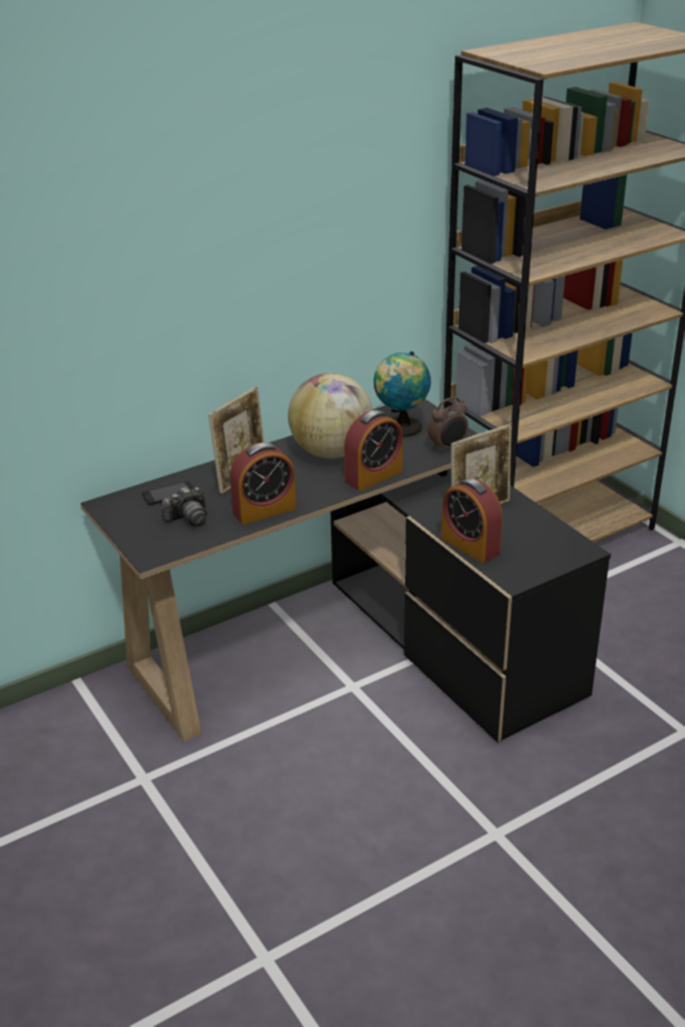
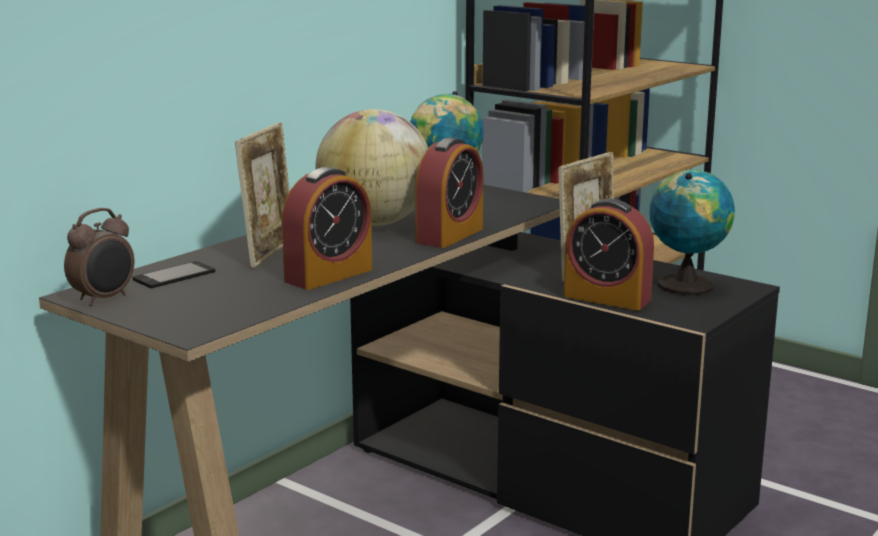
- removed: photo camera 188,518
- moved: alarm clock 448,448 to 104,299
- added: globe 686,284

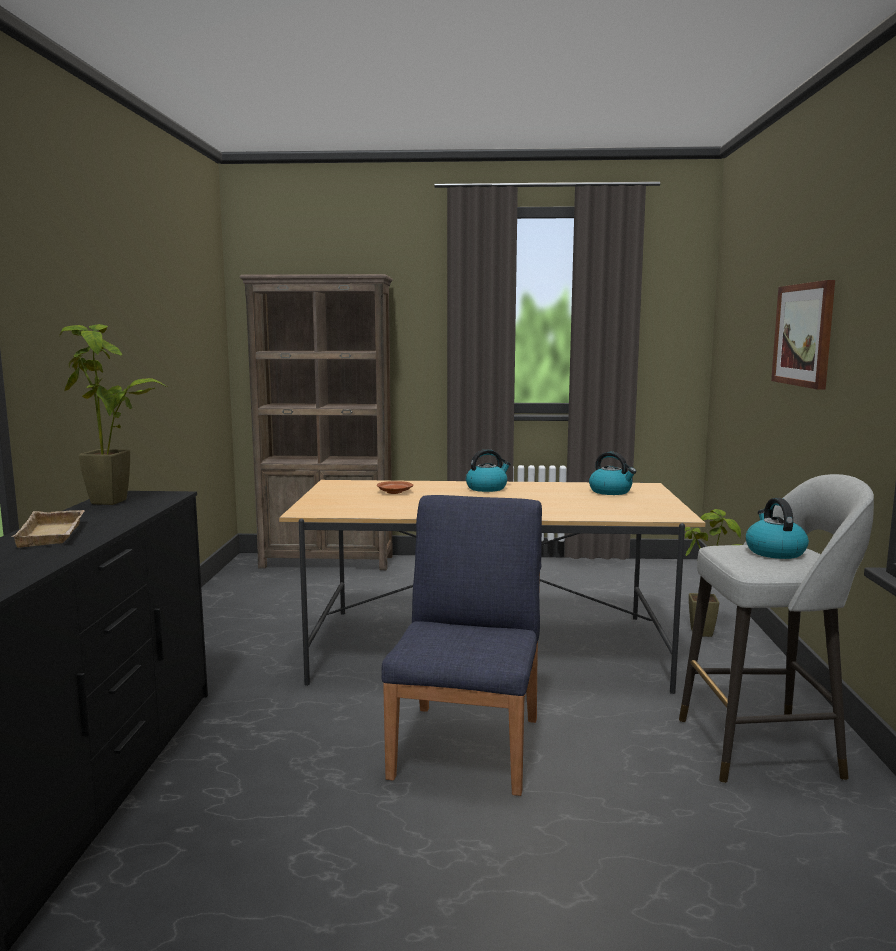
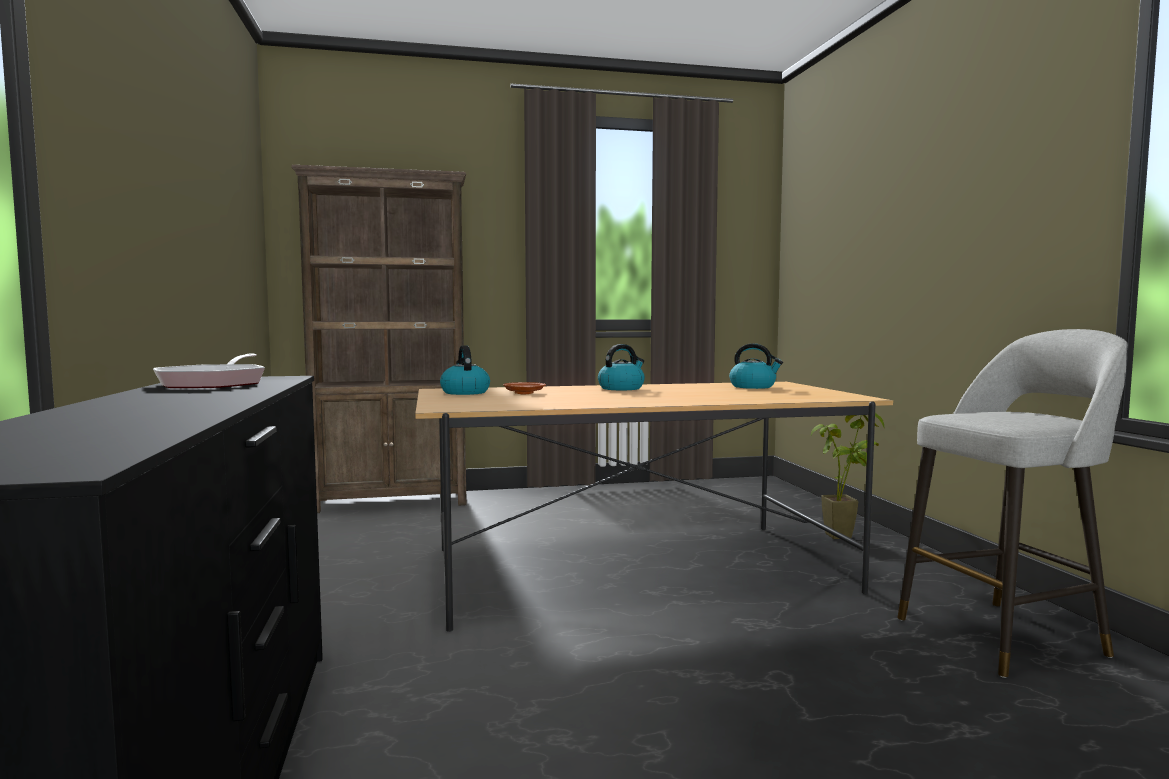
- removed: beige tray 54,535
- replaced: potted plant 118,503 to frying pan 215,383
- removed: blue chair 468,746
- moved: kettle 774,552 to 464,392
- removed: picture 804,334

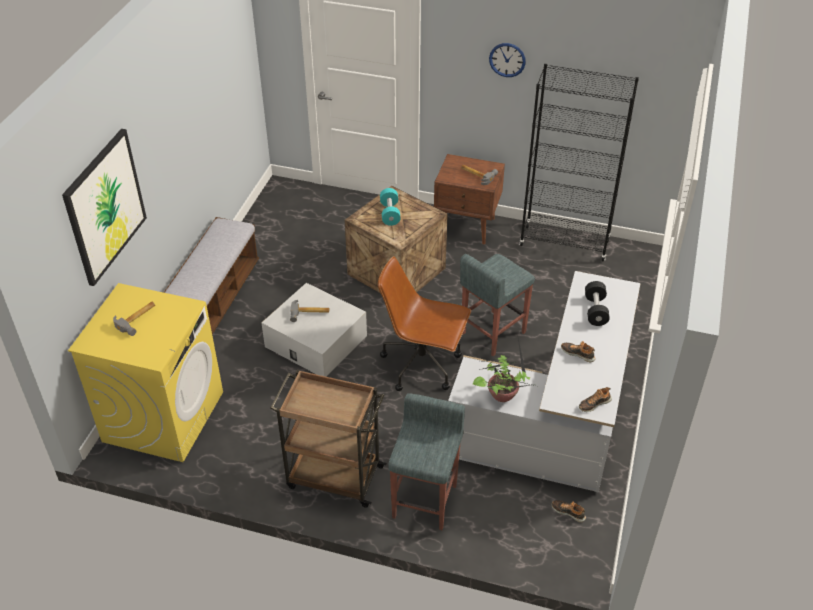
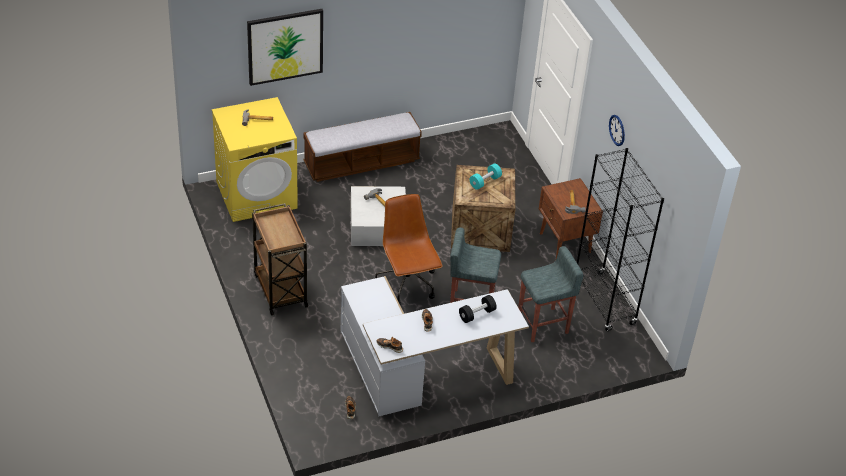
- moved: grey stool 425,500 to 543,325
- removed: potted plant 502,394

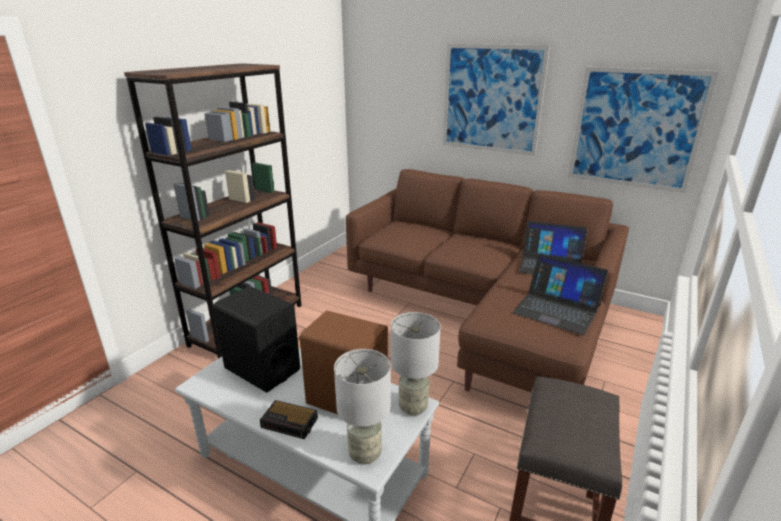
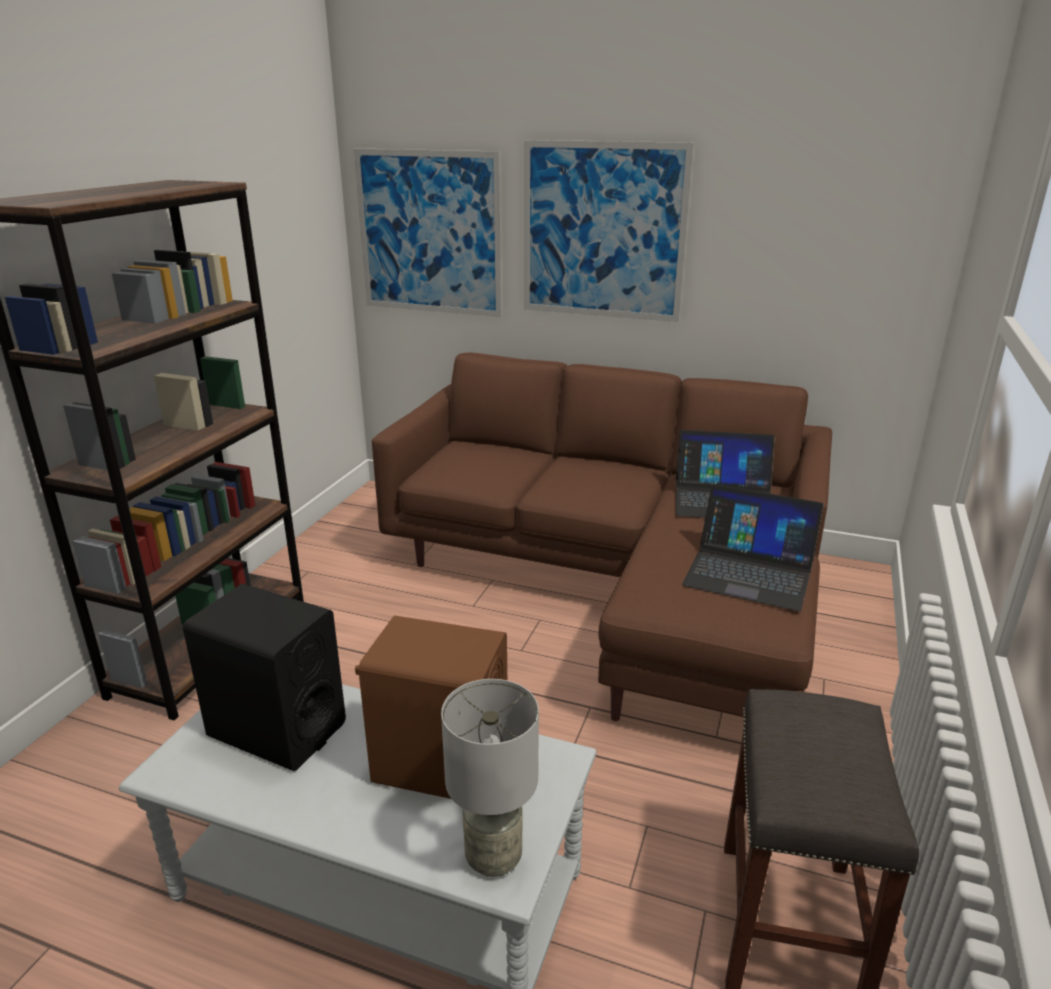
- removed: alarm clock 290,423
- removed: grey table lamp 413,407
- moved: picture 635,129 to 429,233

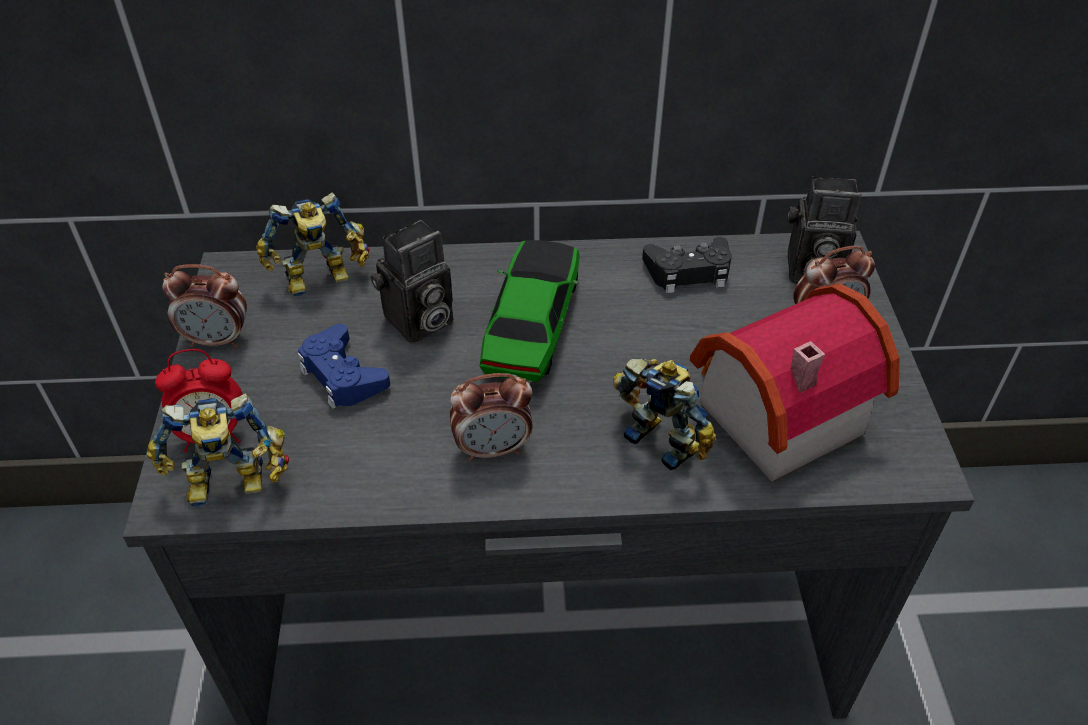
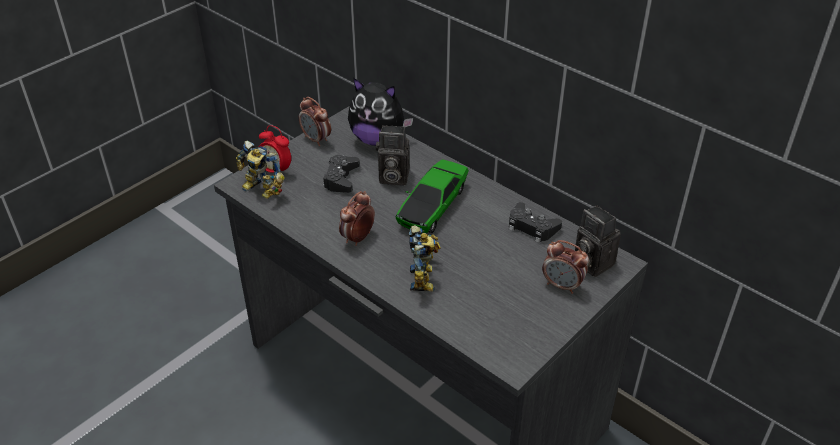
- replaced: toy robot 321,280 to plush toy 378,140
- recoloured: blue game controller 342,375 to black game controller 341,179
- turned: alarm clock 493,449 = 358,238 90 degrees clockwise
- turned: toy car 531,326 = 433,206 150 degrees clockwise
- removed: toy house 770,413

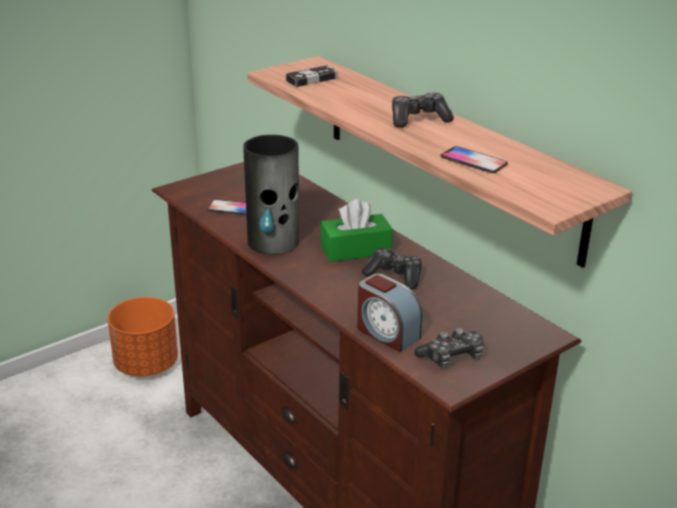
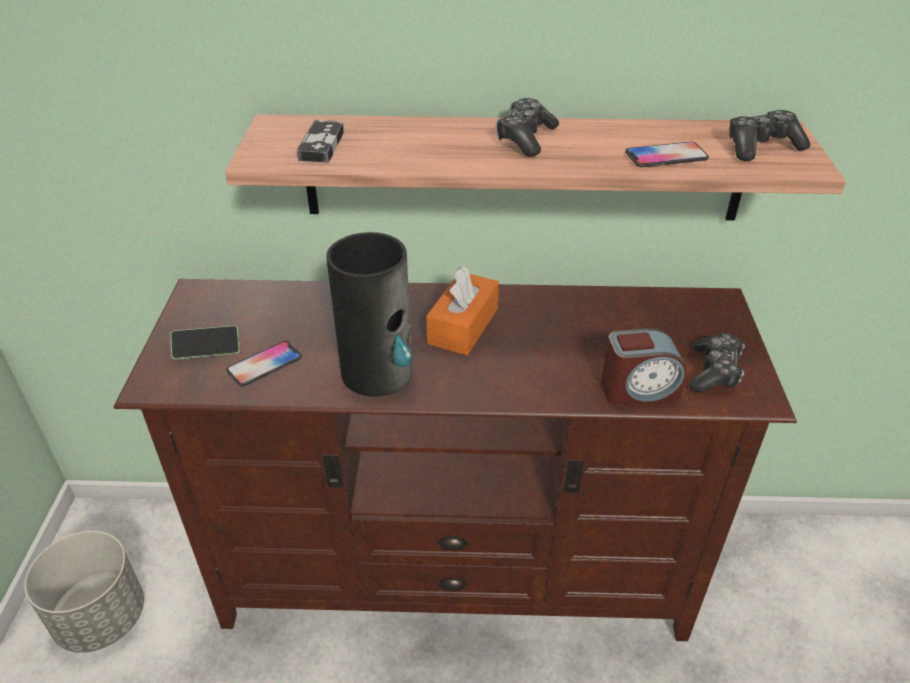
- recoloured: orange planter 146,364 to grey planter 100,618
- recoloured: green tissue box 356,250 to orange tissue box 463,326
- moved: game controller 394,276 to 761,147
- added: phone 207,349

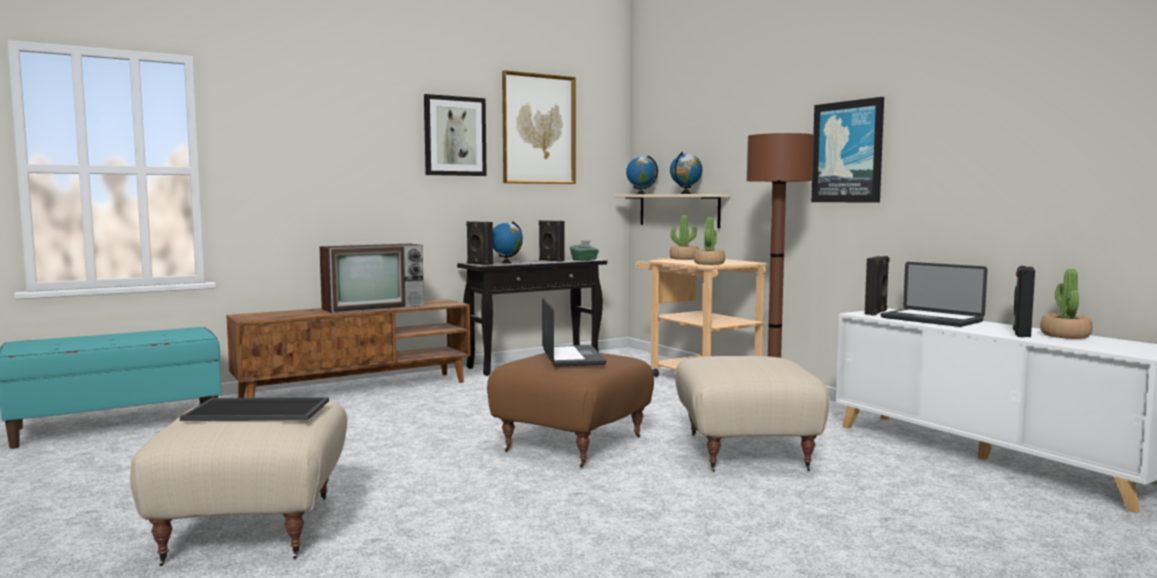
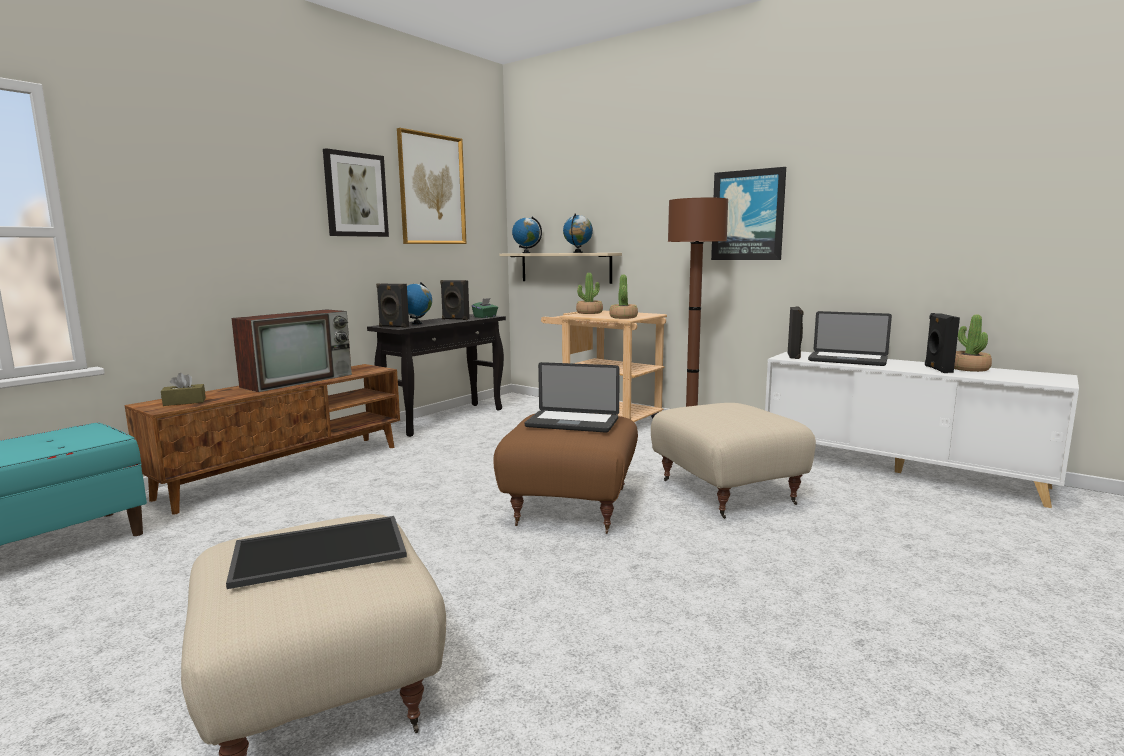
- turned: laptop 572,357 = 572,423 135 degrees clockwise
- added: brown tissue box 184,402

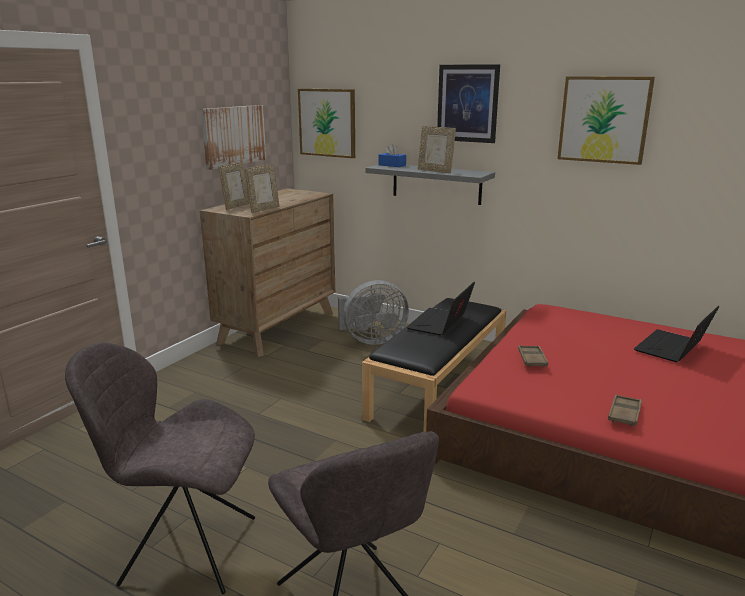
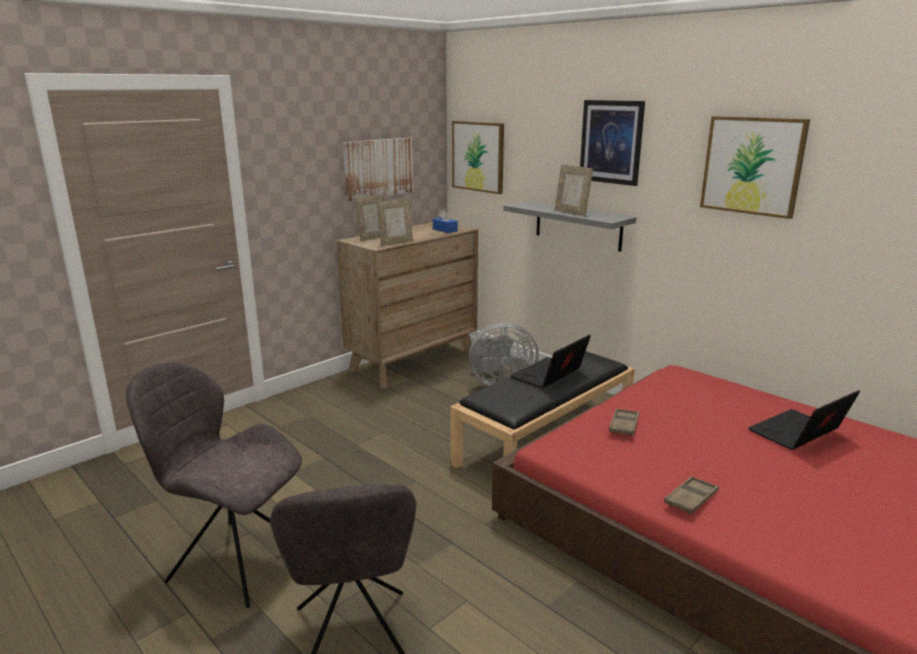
- moved: blue tissue box 392,165 to 445,230

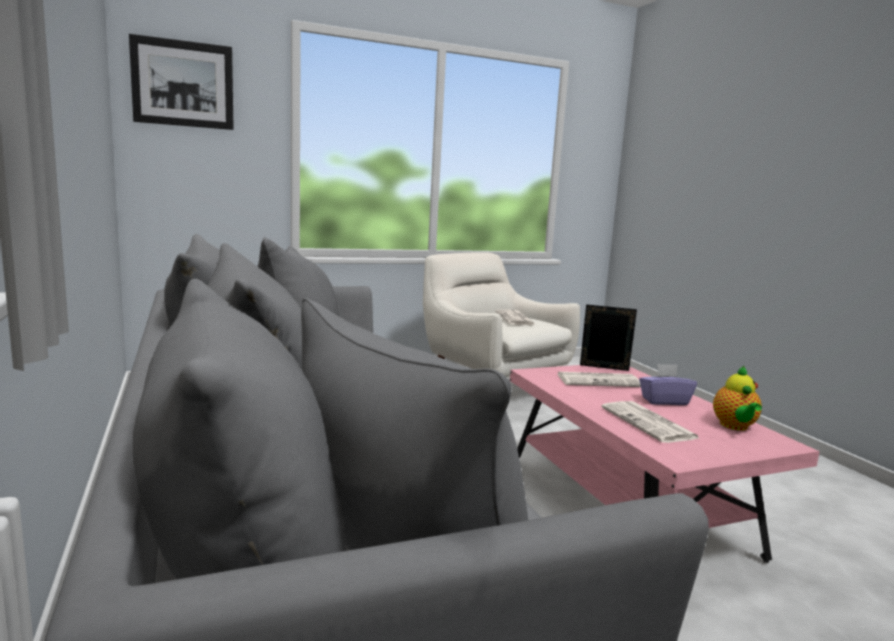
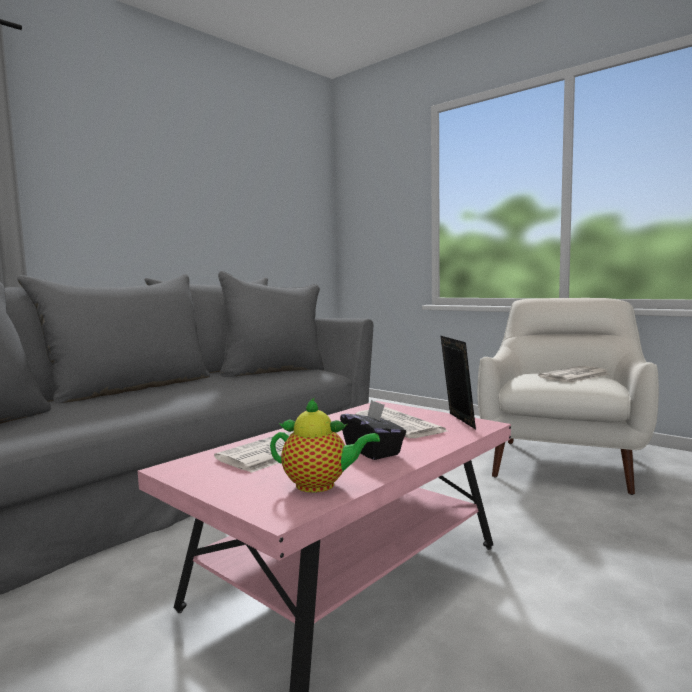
- removed: picture 183,84
- recoloured: purple tissue box 664,401 to black tissue box 373,451
- turned: teapot 735,426 = 320,485 150 degrees counterclockwise

